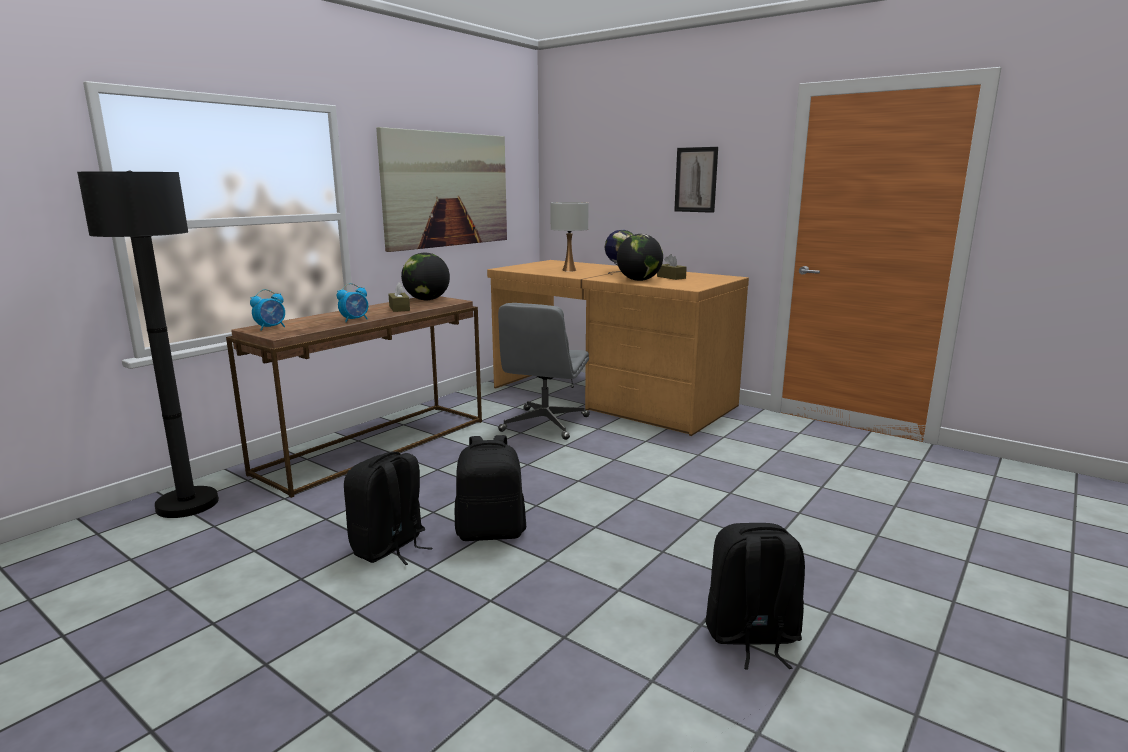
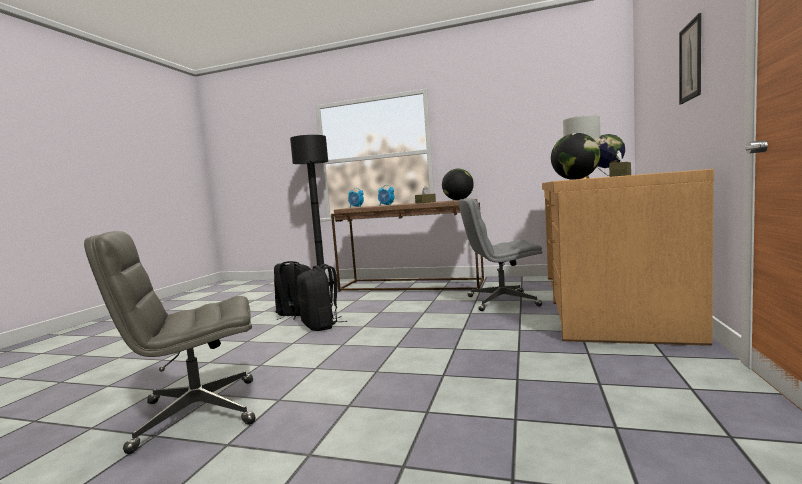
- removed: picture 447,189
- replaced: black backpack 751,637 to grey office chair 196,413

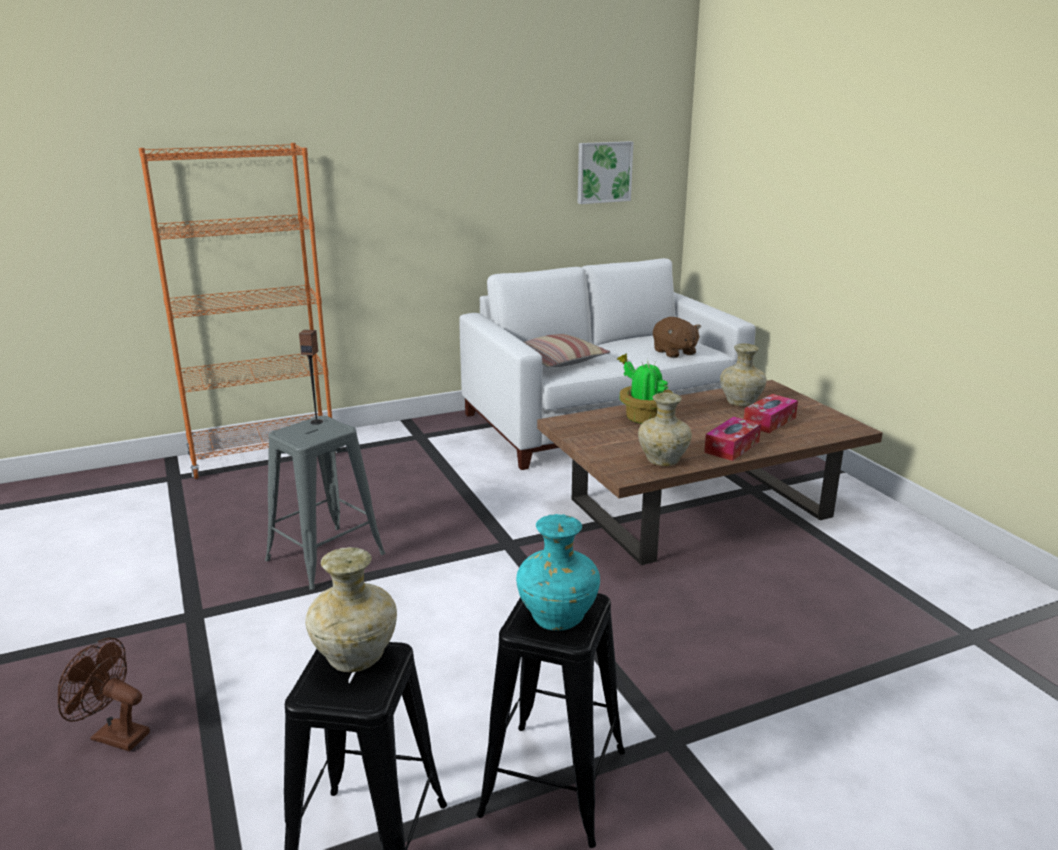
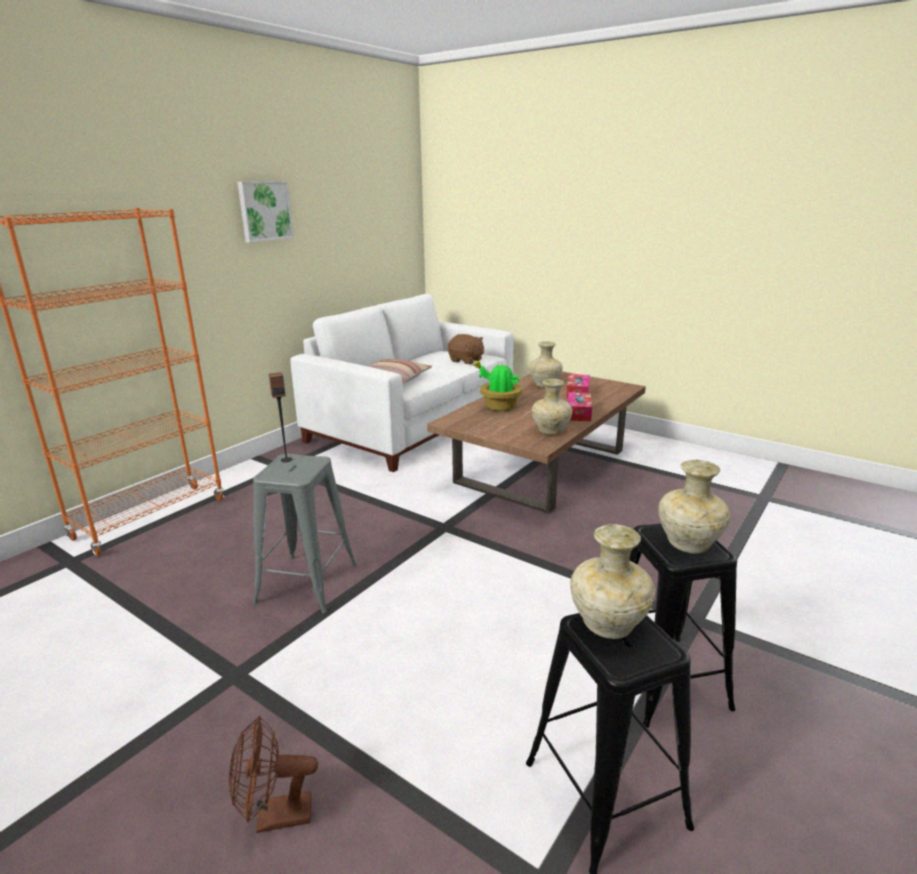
- recoloured: turquoise vase 556,618 to beige vase 688,545
- moved: picture 603,172 to 264,211

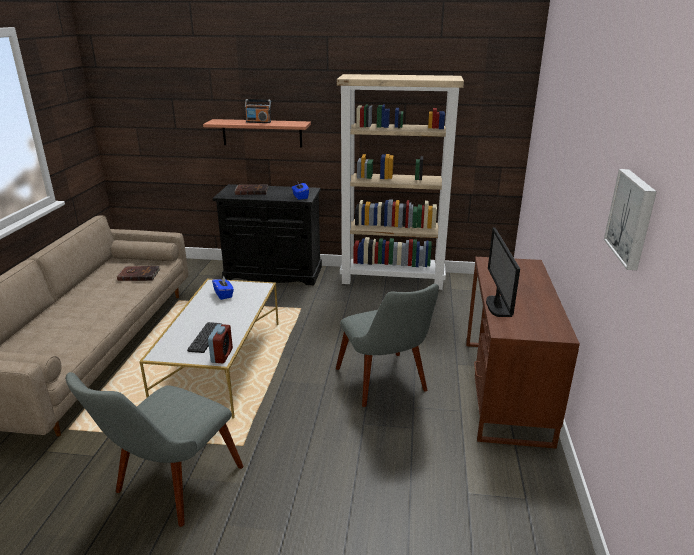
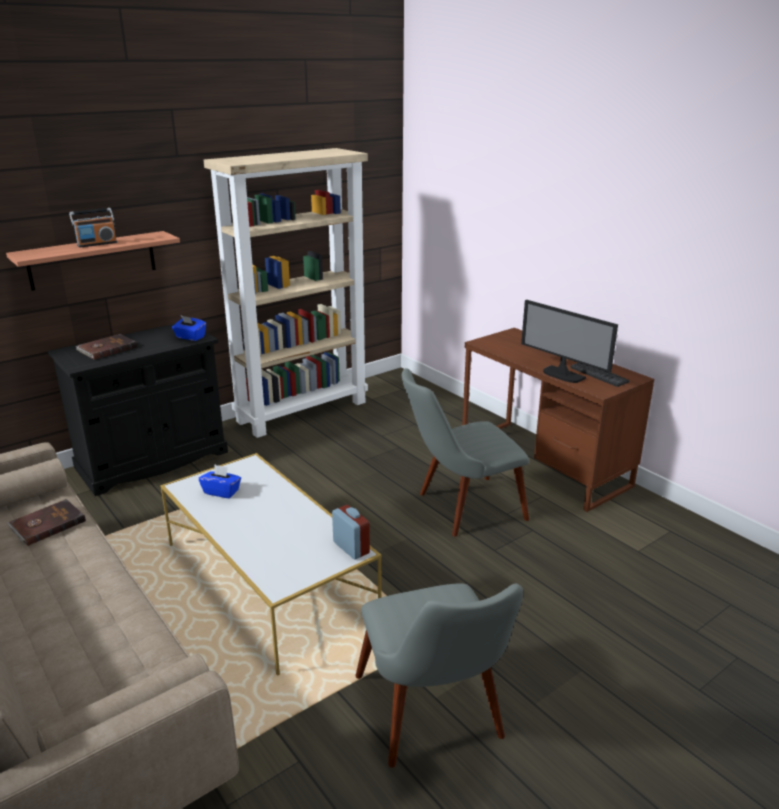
- moved: keyboard 205,337 to 599,374
- turned: grey chair 386,385 = 459,509 135 degrees clockwise
- removed: picture 632,218

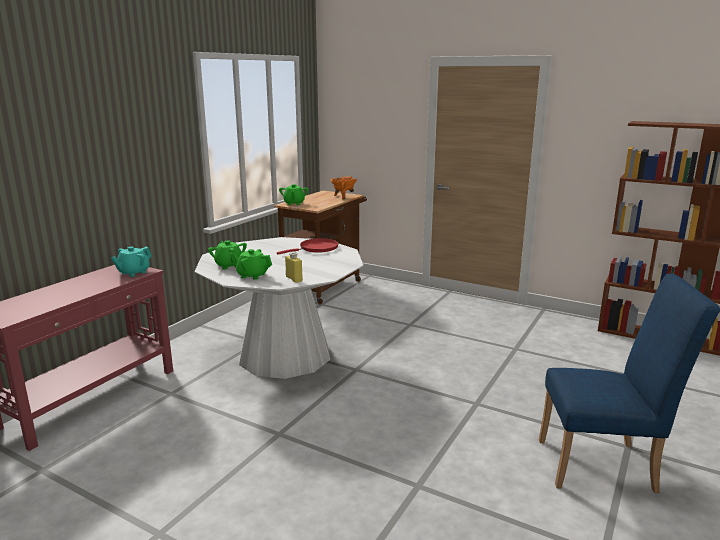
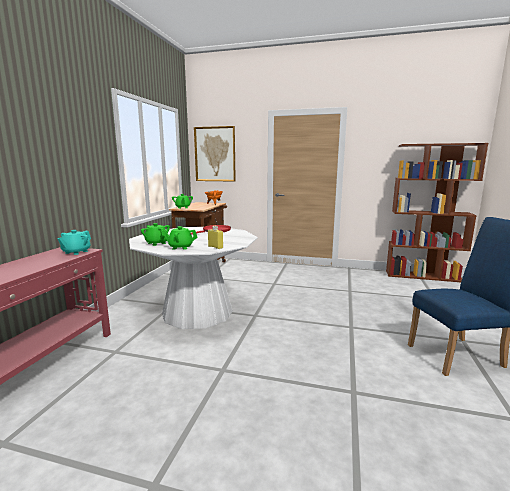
- added: picture 215,154

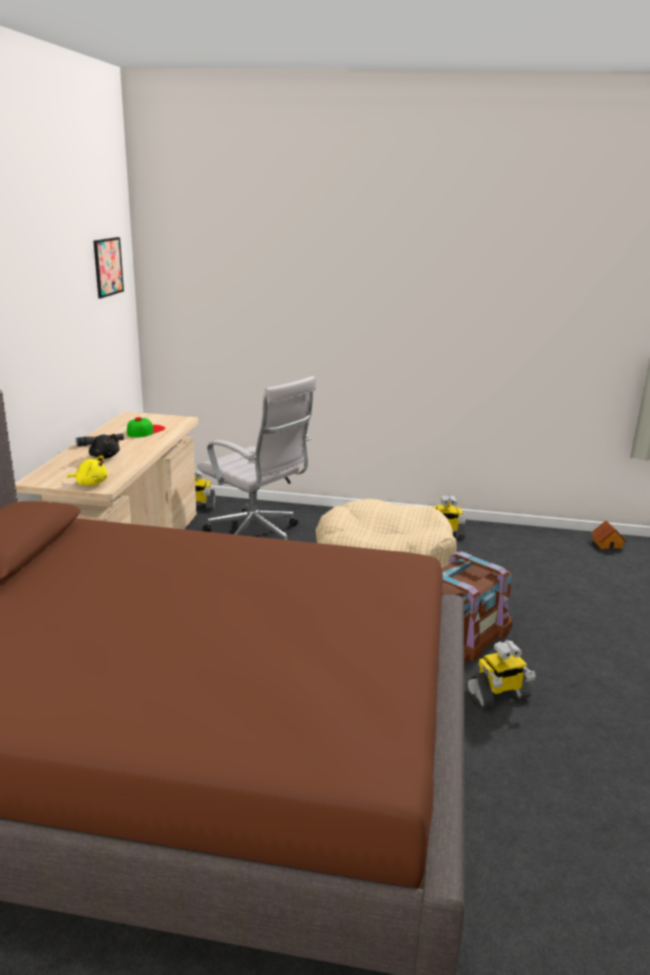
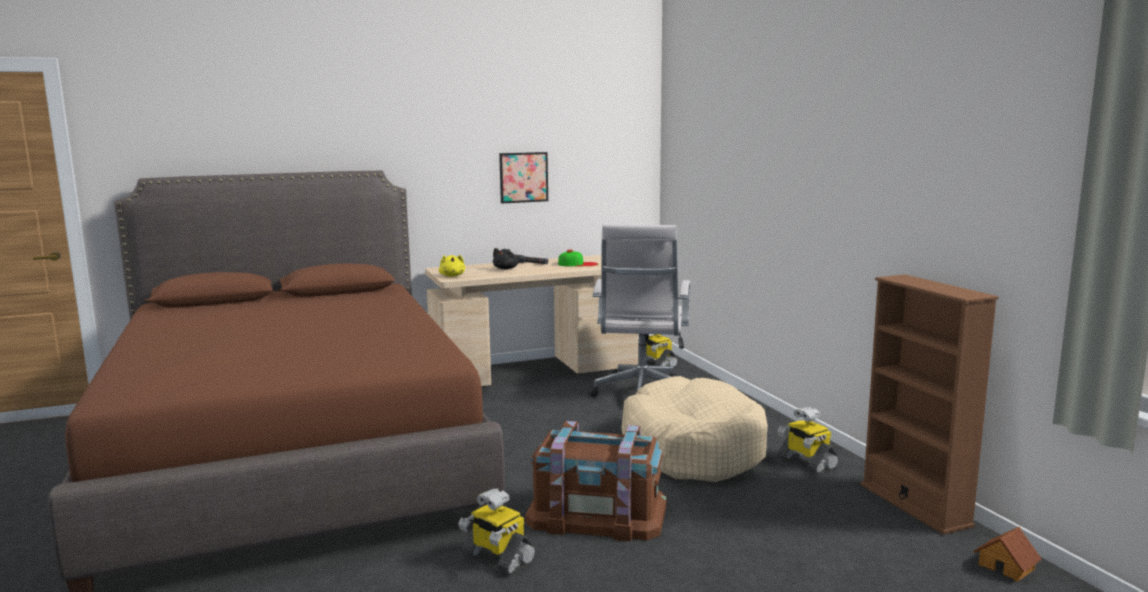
- moved: picture 108,267 to 523,177
- added: brown bookcase 914,505

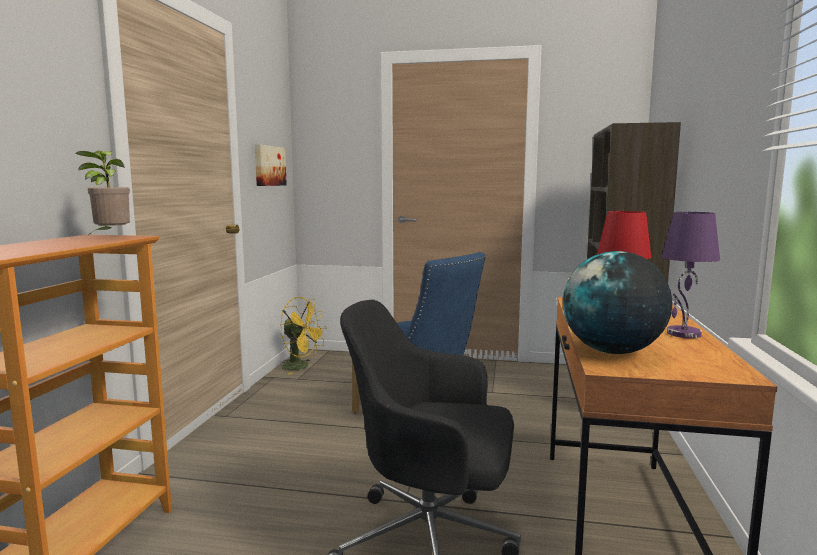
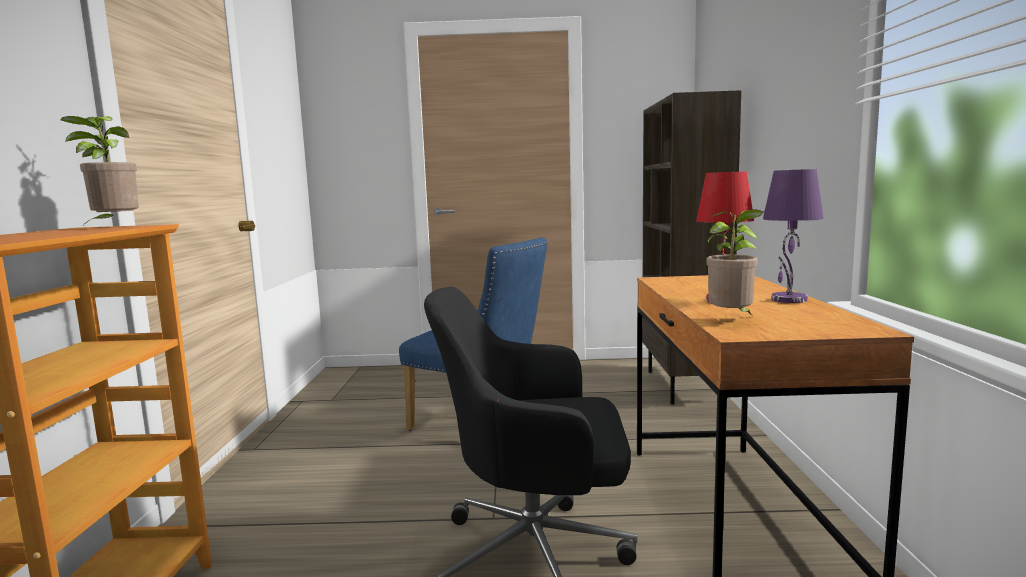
- removed: picture 268,166
- removed: yellow fan 301,367
- replaced: globe 613,351 to potted plant 732,320

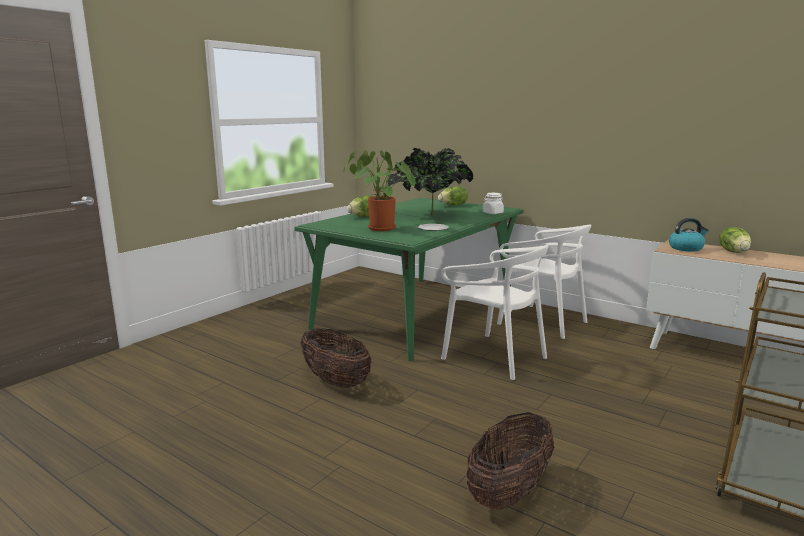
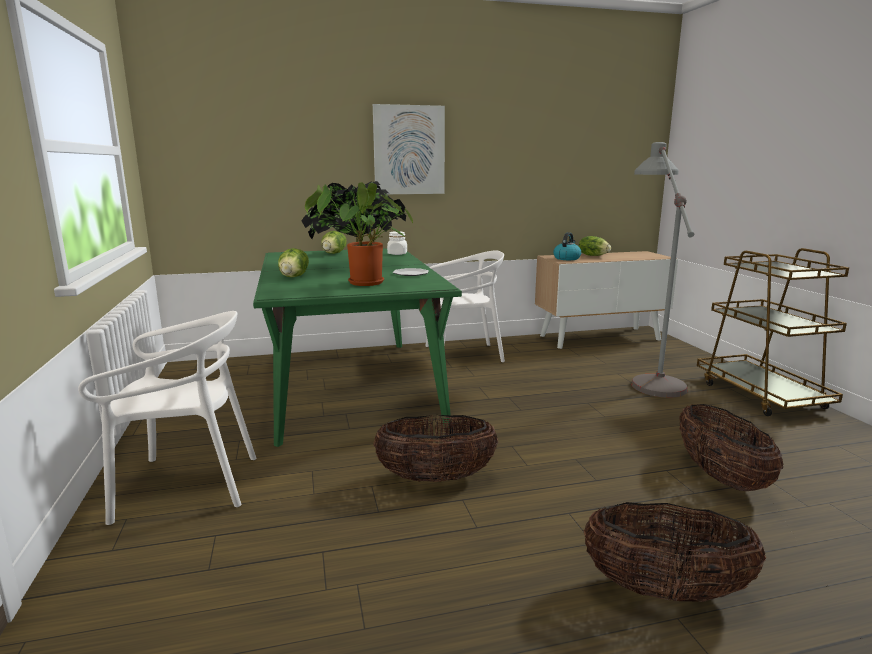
- moved: white chair 494,357 to 187,485
- added: picture 409,150
- added: basket 665,590
- added: grey floor lamp 649,373

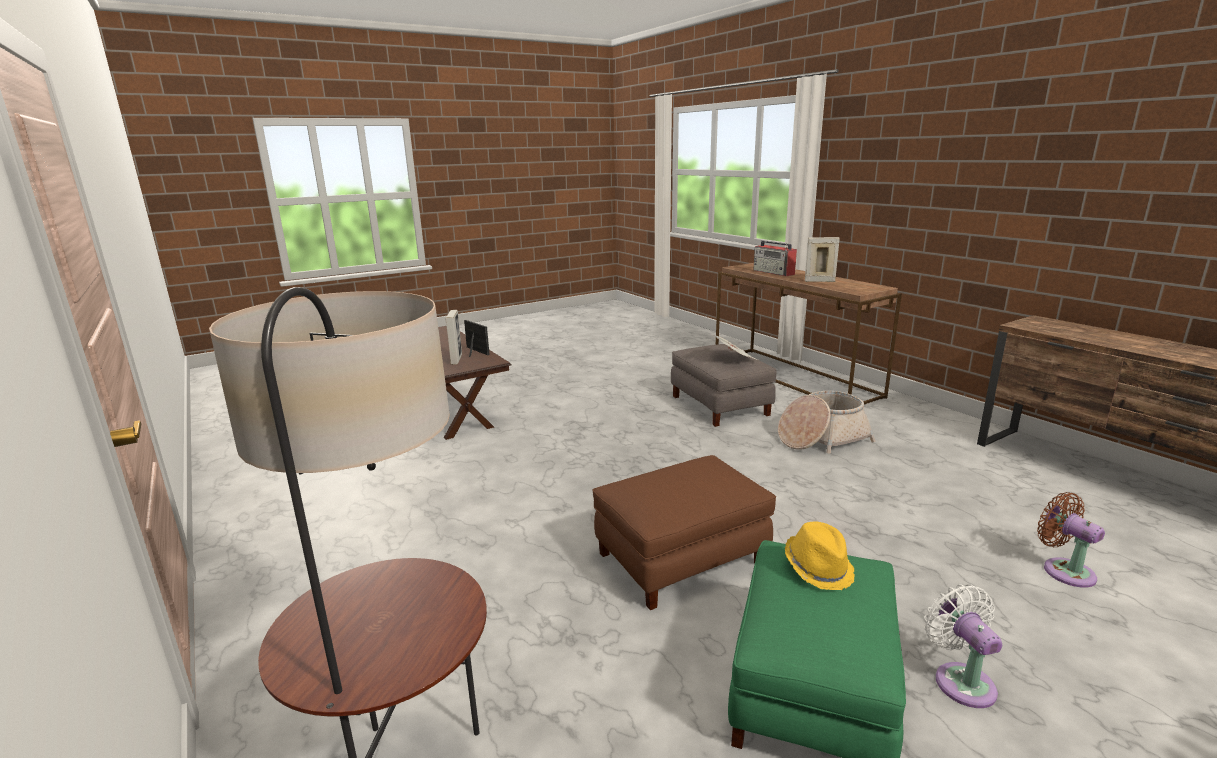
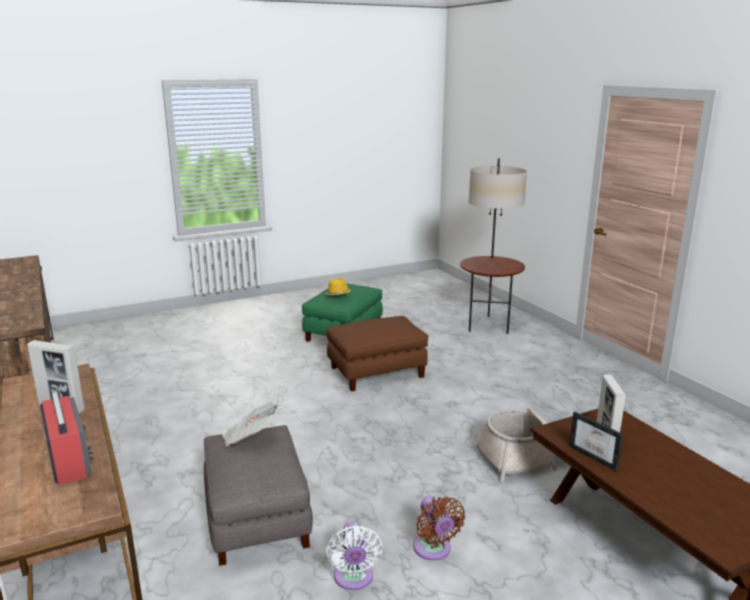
- moved: basket 821,438 to 523,458
- moved: white fan 960,680 to 353,579
- moved: brown fan 1064,570 to 433,550

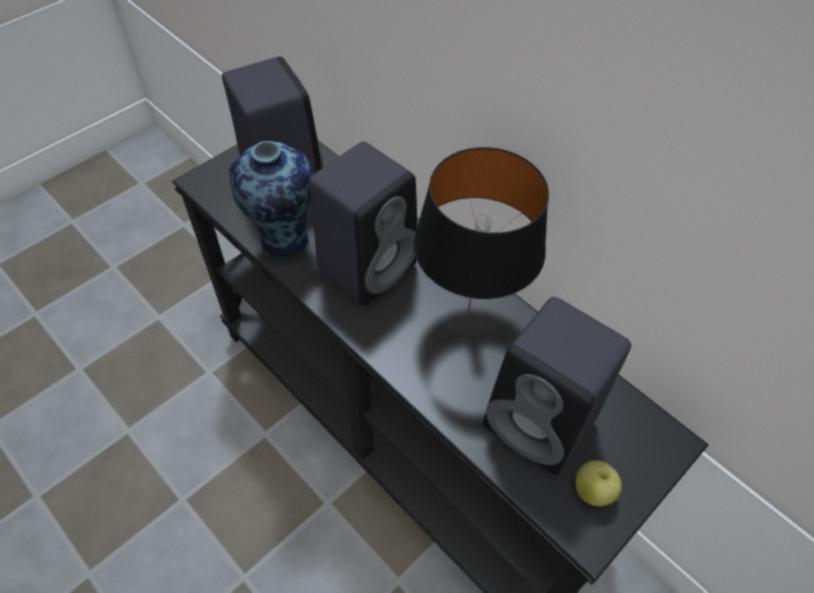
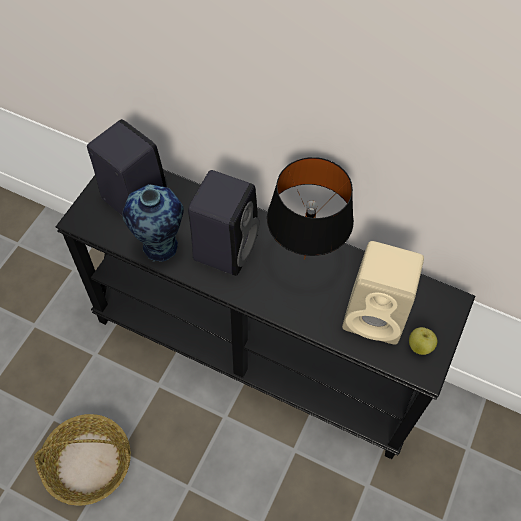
- recoloured: black speaker 542,424 to beige speaker 377,316
- added: basket 87,463

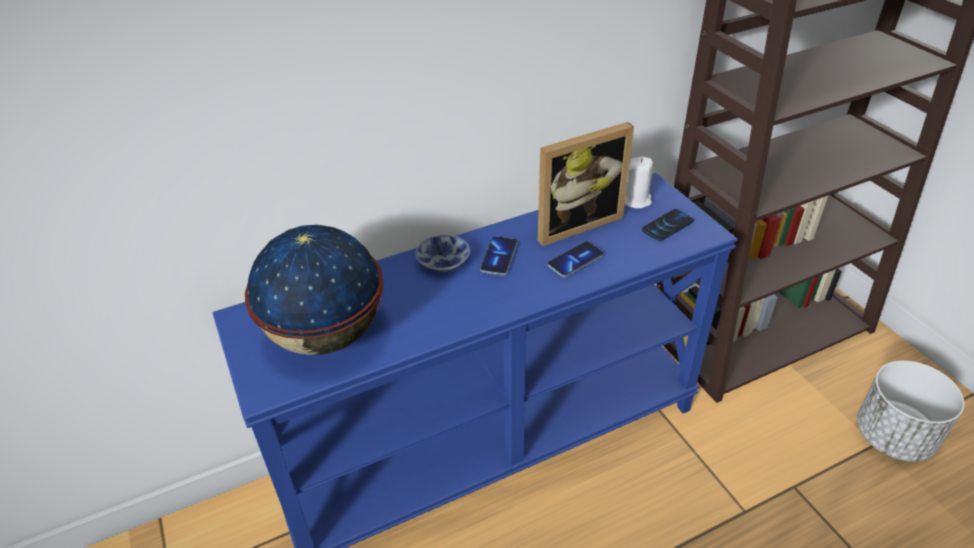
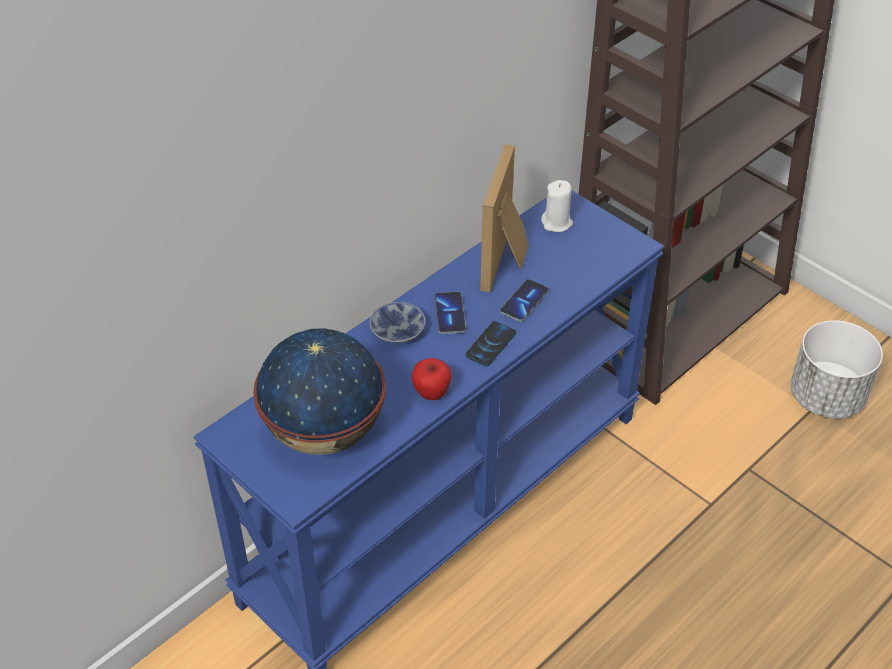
- turned: picture frame 574,223 = 507,261 150 degrees clockwise
- moved: phone 667,226 to 490,344
- added: apple 431,394

